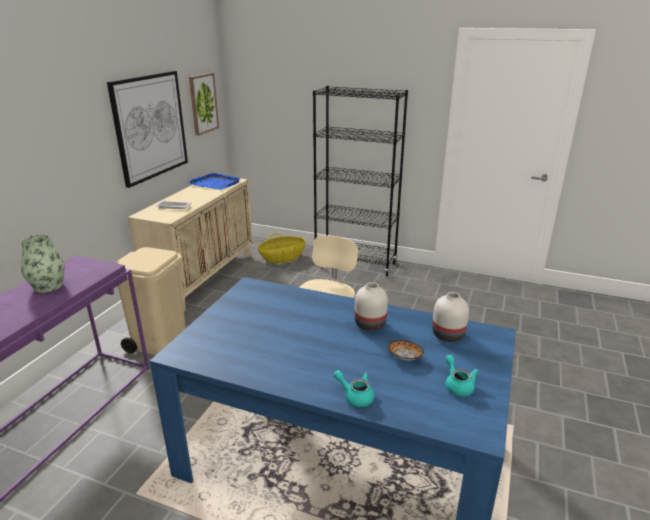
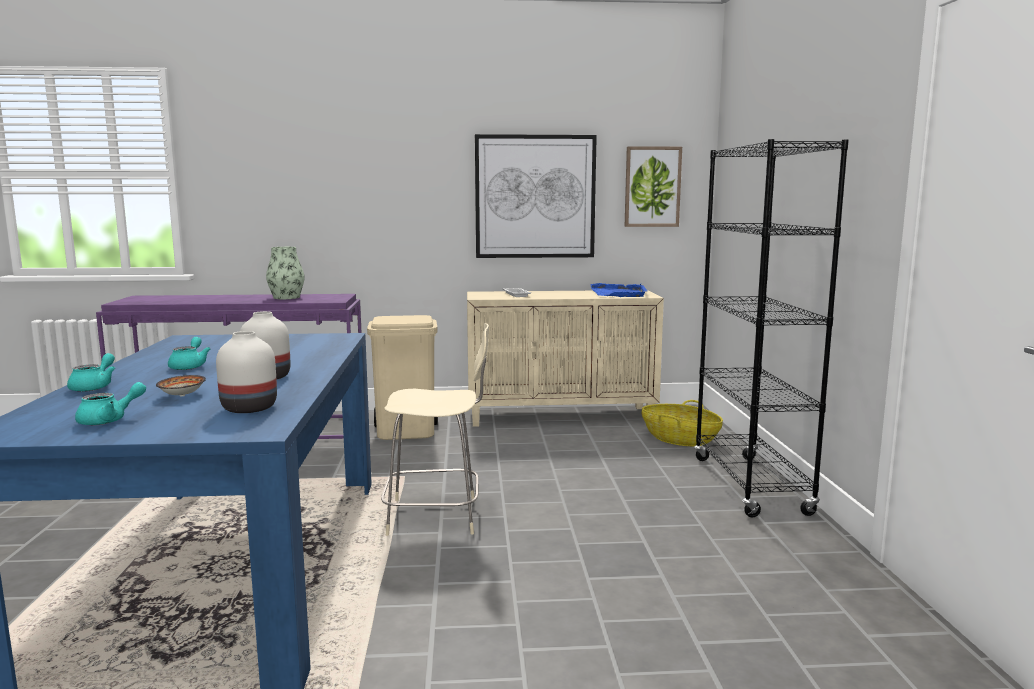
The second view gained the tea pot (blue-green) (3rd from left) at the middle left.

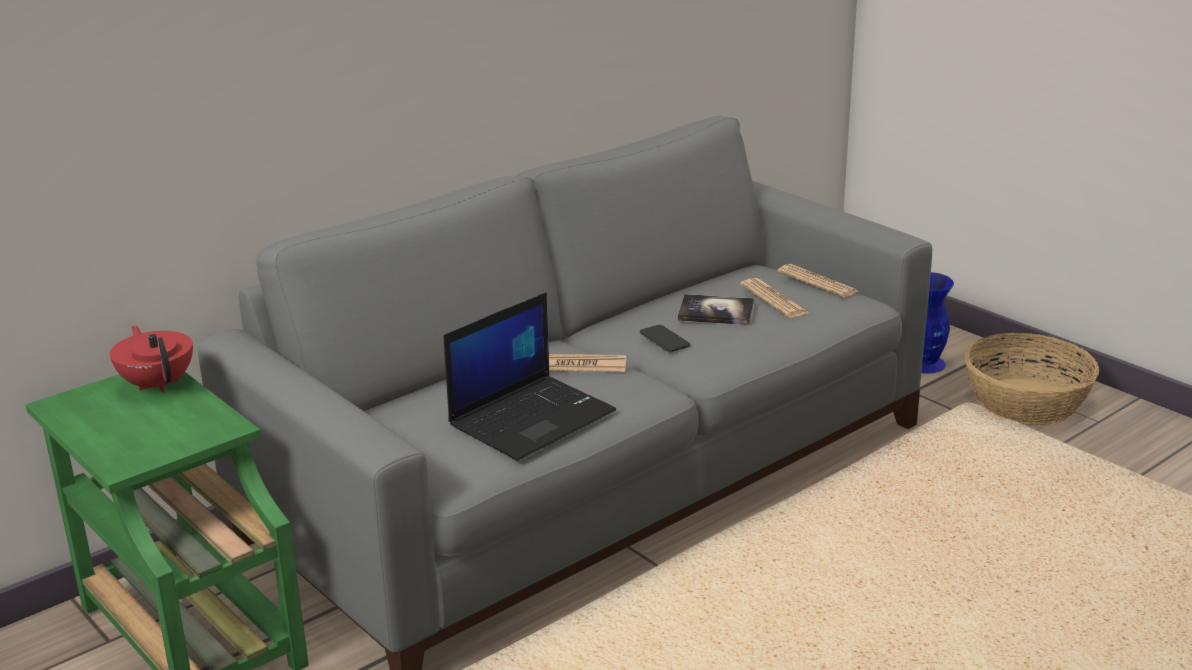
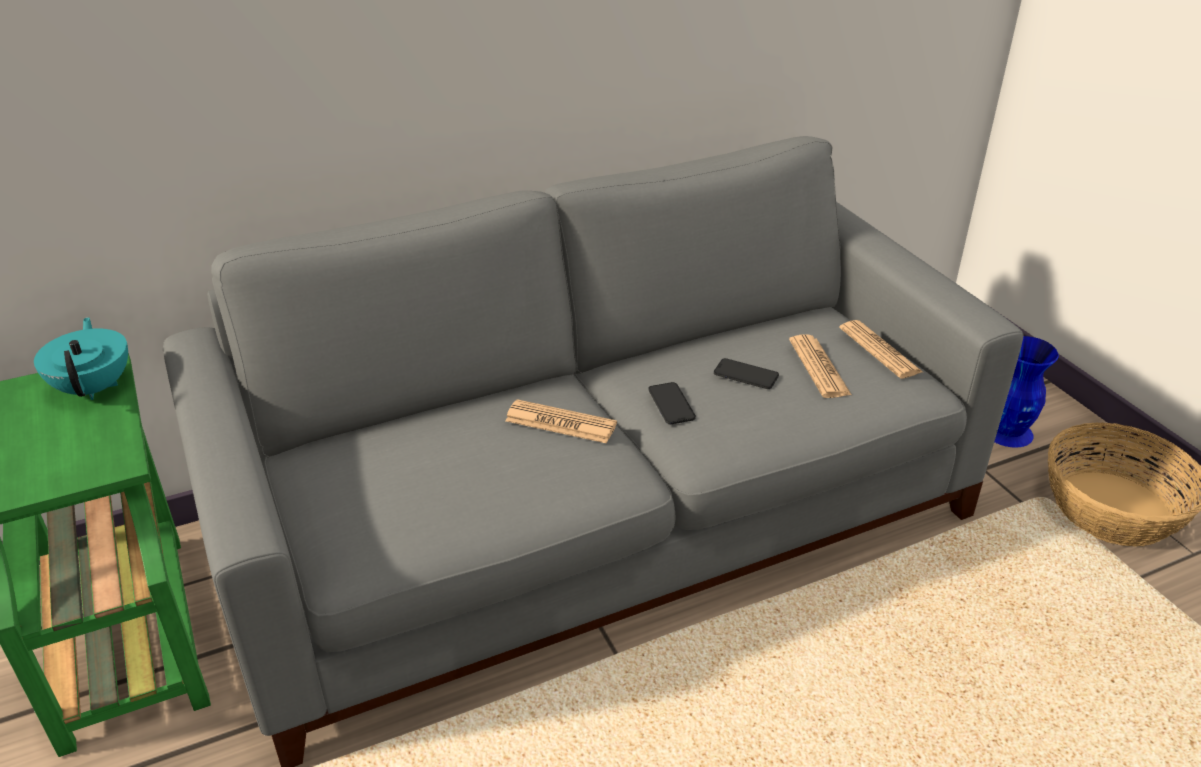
What was the tea pot (red-coloured) at the middle left turned into the tea pot (blue-green) at the middle left. Where the book stood at the centre, the phone (2nd from left) came to stand at the centre. The second view lost the laptop at the centre.

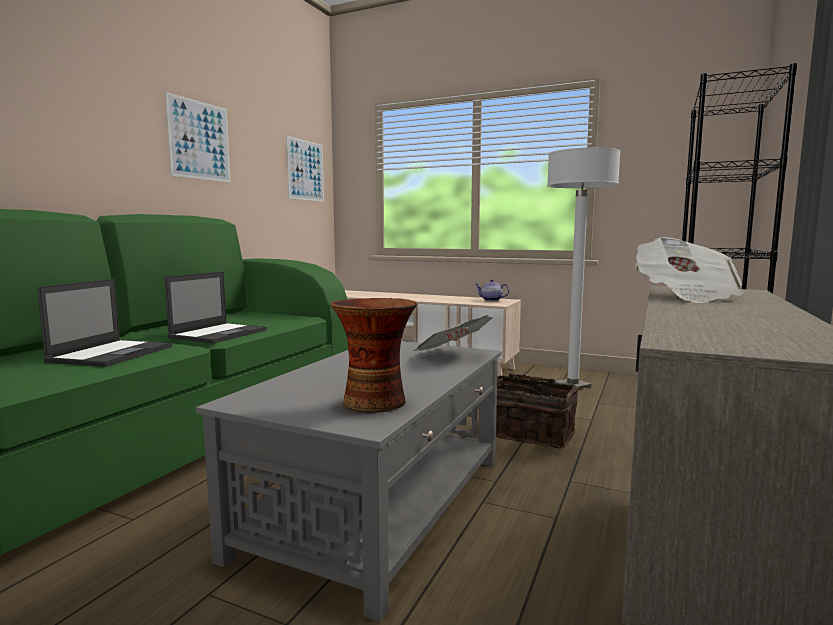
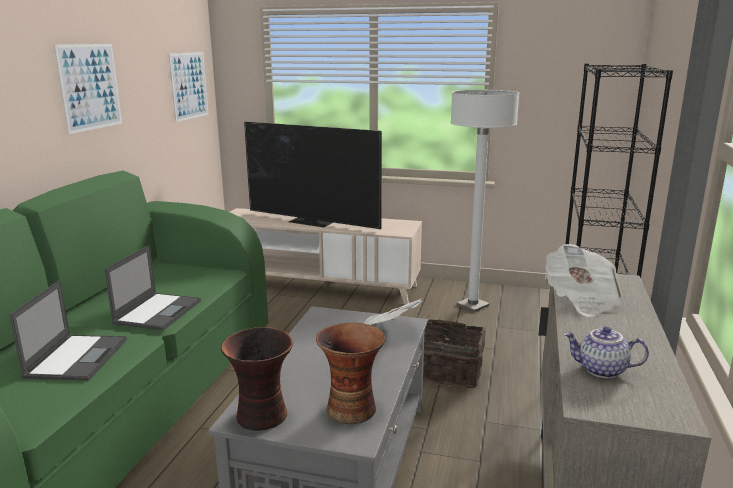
The second view gained the decorative vase (1st from left) at the bottom centre. The second view gained the TV at the centre. The tea pot ended up elsewhere, having gone from the centre to the bottom right.

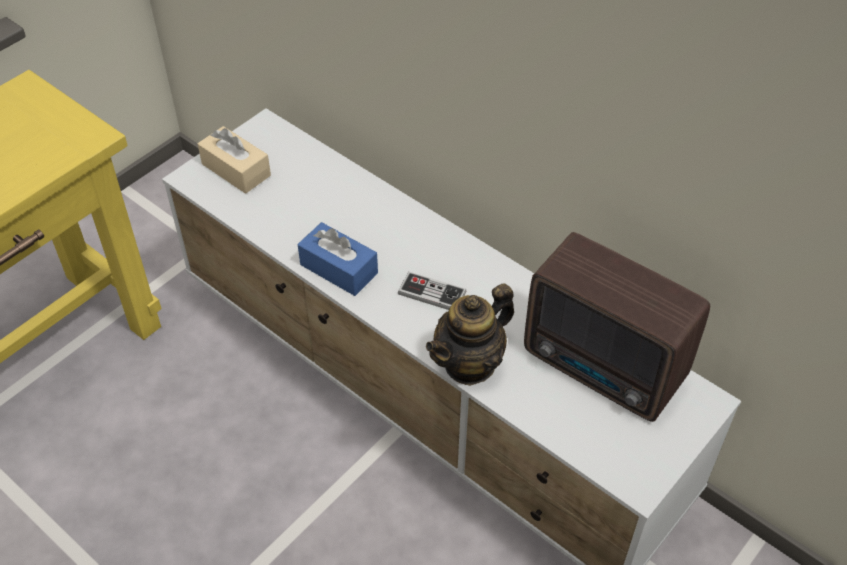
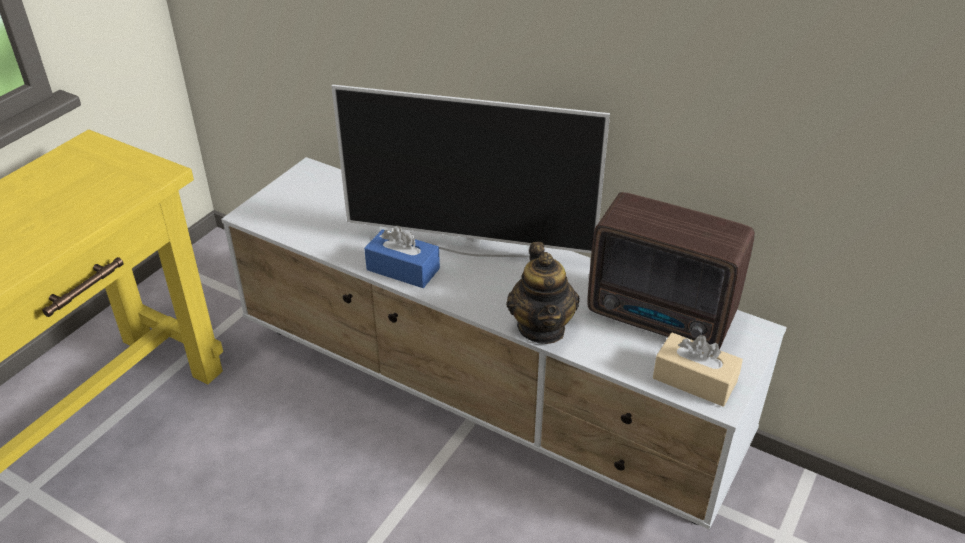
The second view gained the TV at the top centre. The tea pot at the centre ended up facing another way, 45 degrees counterclockwise from before. The box of tissues (beige-coloured) ended up elsewhere, having gone from the top left to the bottom right. The second view lost the joypad at the centre.

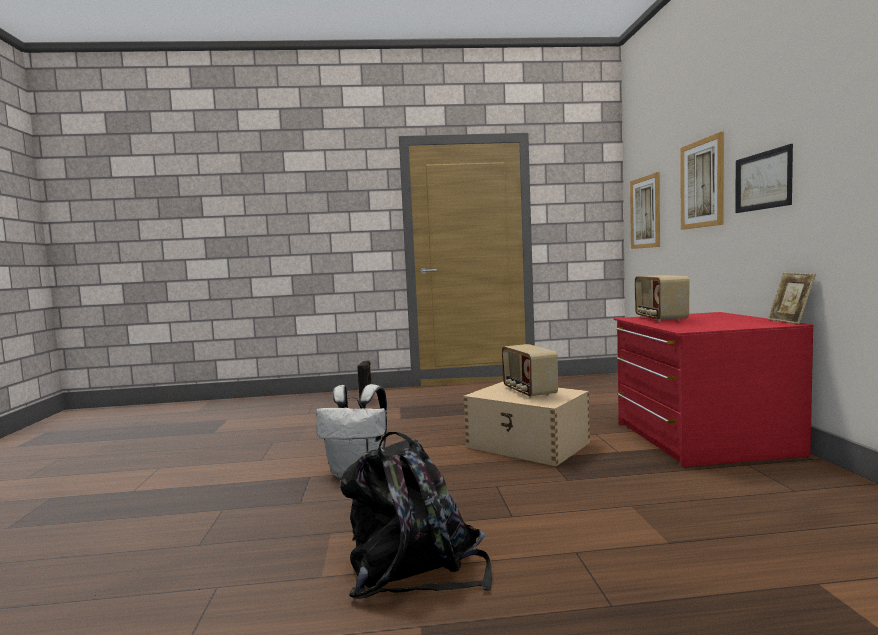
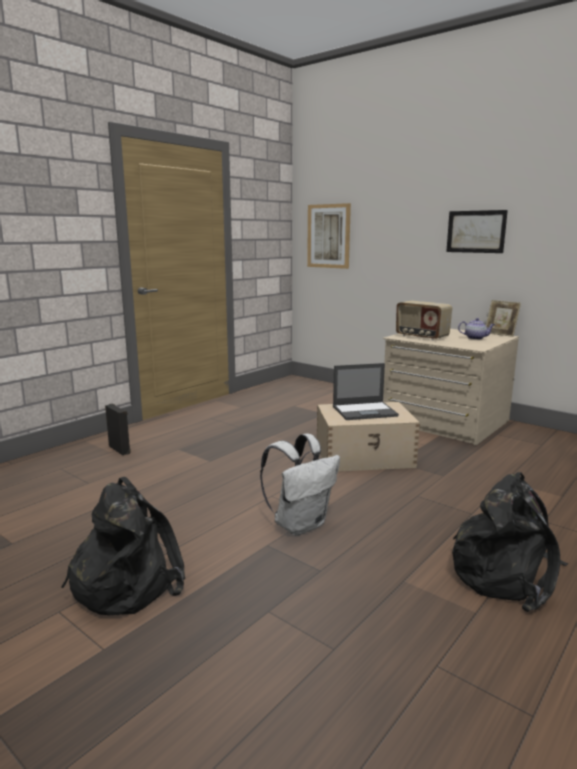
The second view gained the rucksack (black) (1st from left) at the bottom left. Where the radio receiver (1st from left) stood at the centre, the laptop came to stand at the centre. What was the drawer chest (red-coloured) at the middle right turned into the drawer chest (beige-coloured) at the middle right. The second view gained the tea pot at the middle right. The second view lost the picture (2nd from left) at the top right.

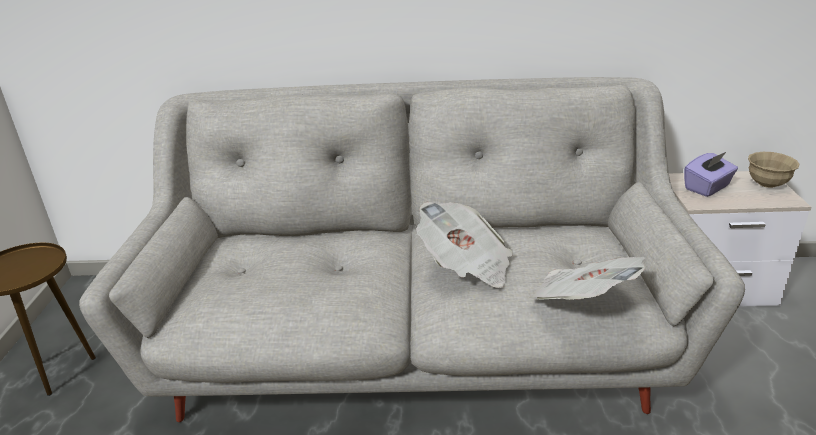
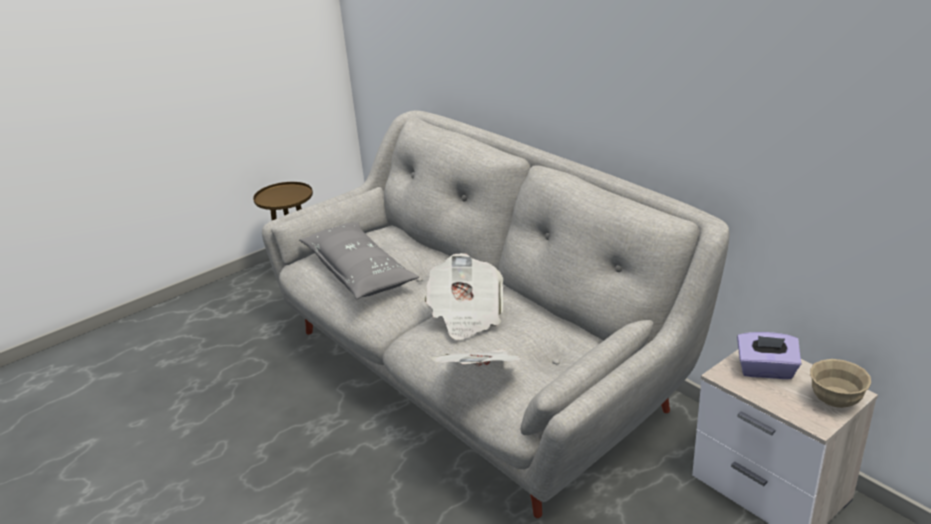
The second view gained the pillow (greyish) at the centre.

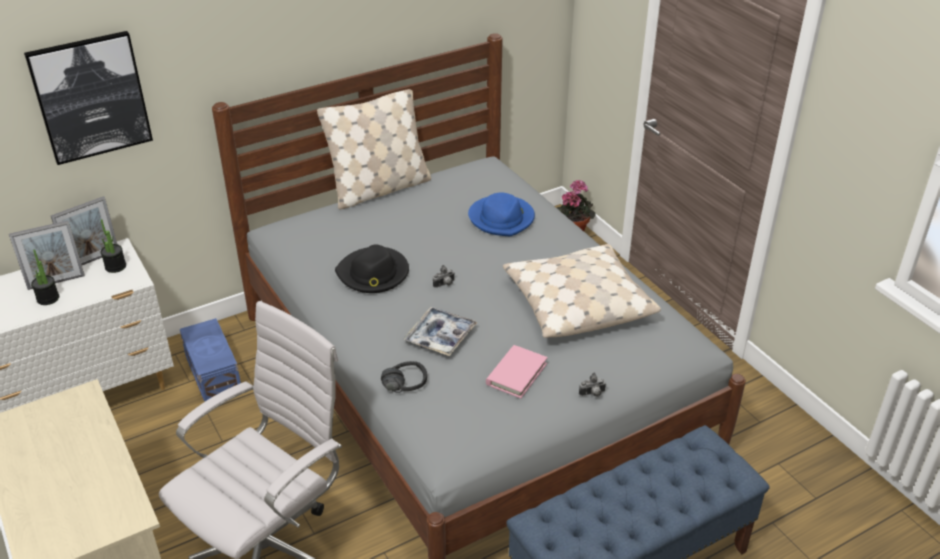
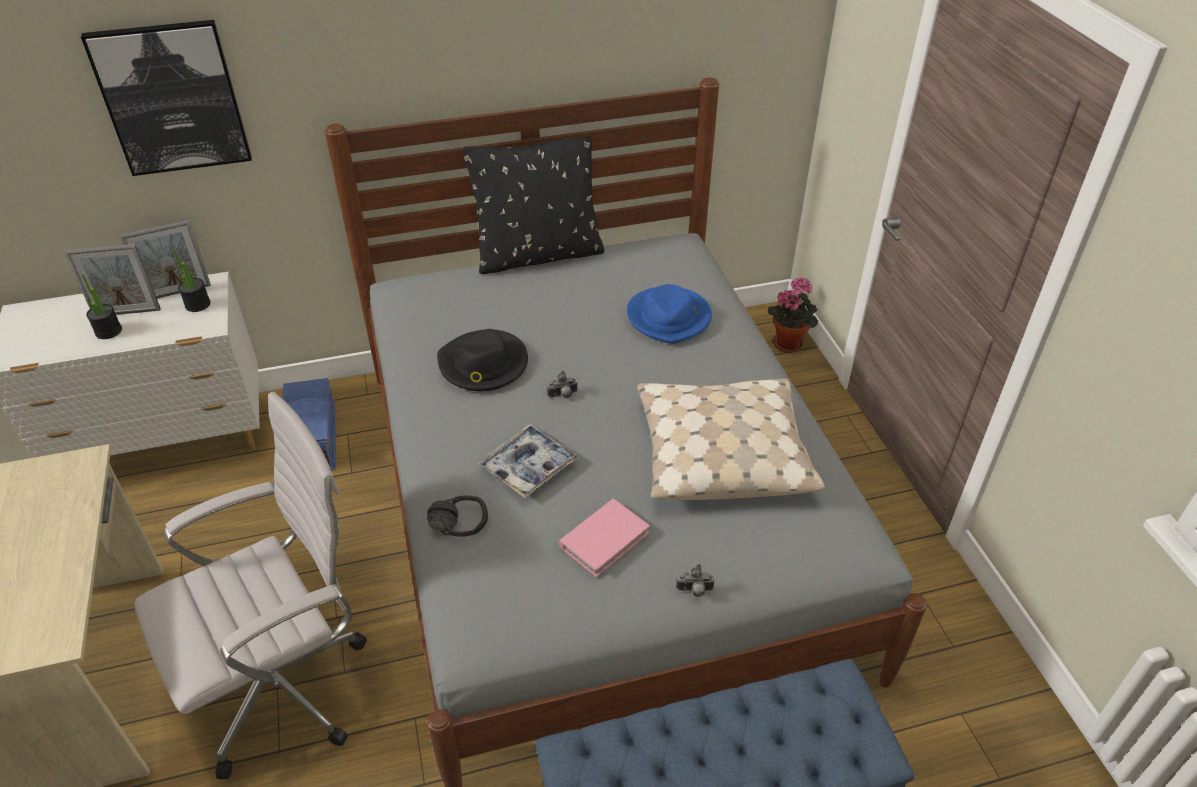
What was the pillow (beige-coloured) (1st from left) at the top centre turned into the pillow (black) at the top centre.

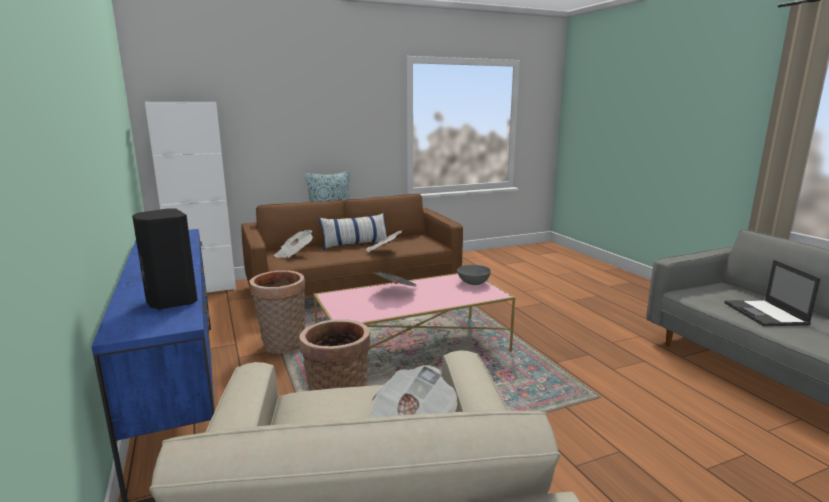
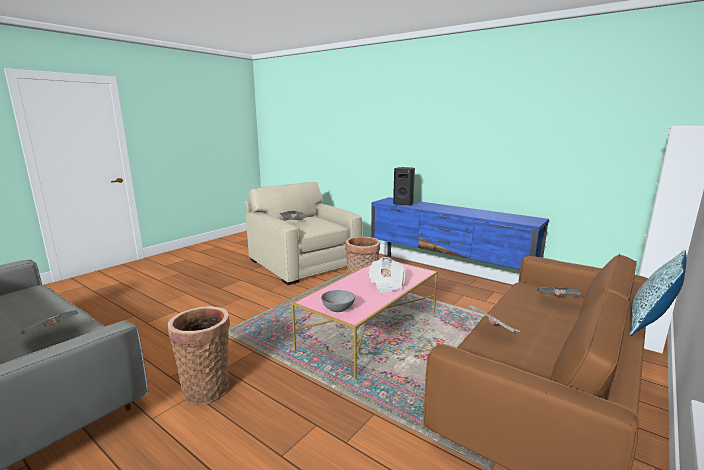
Where the laptop stood at the middle right, the daily paper (1st from left) came to stand at the bottom left. The basket (1st from left) ended up elsewhere, having gone from the centre to the bottom left. The second view lost the pillow (2nd from left) at the centre.

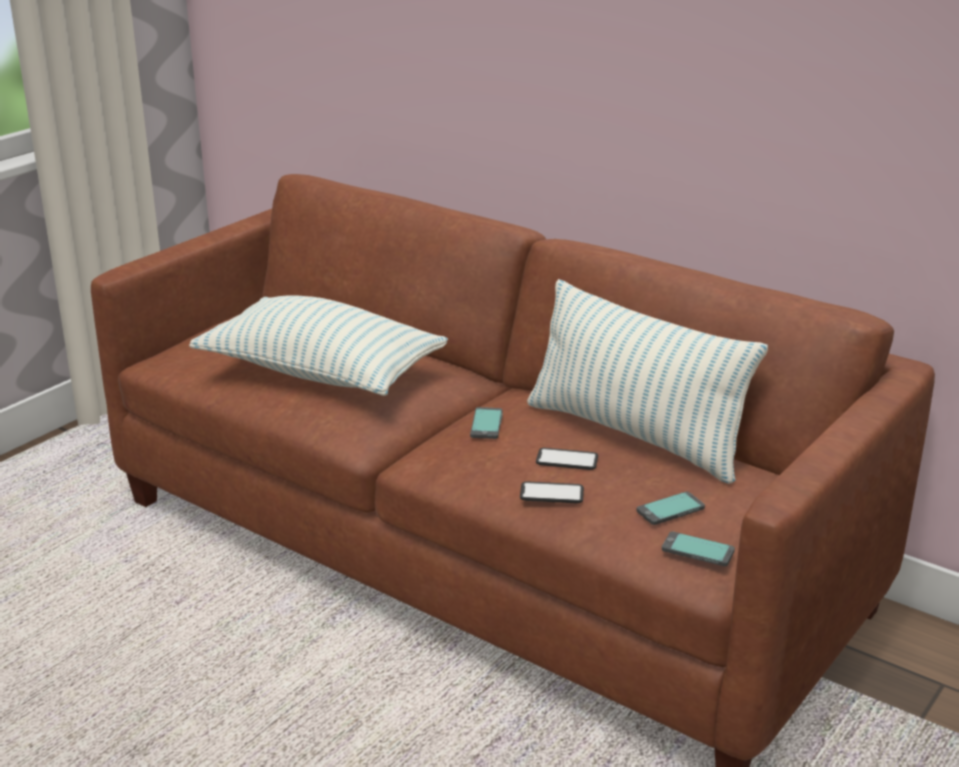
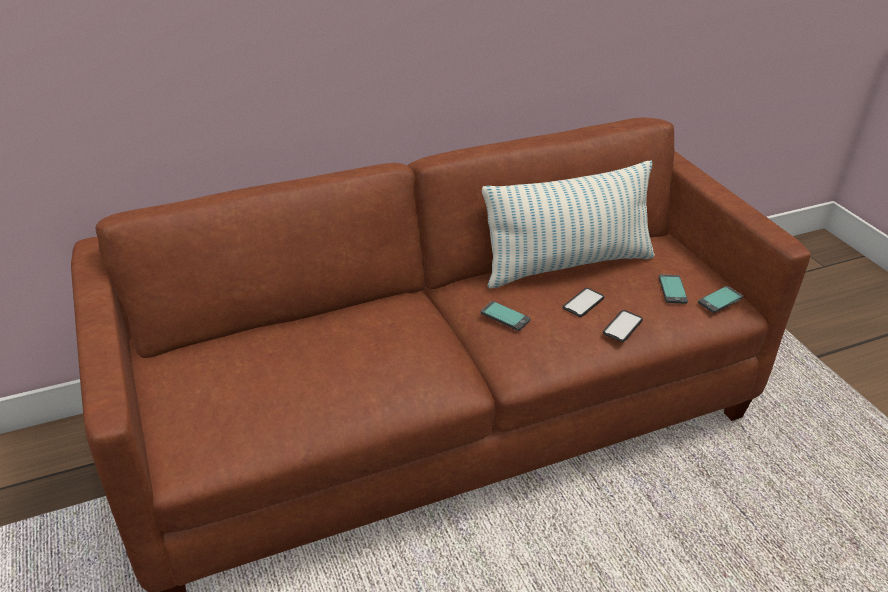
The second view lost the pillow (1st from left) at the middle left.

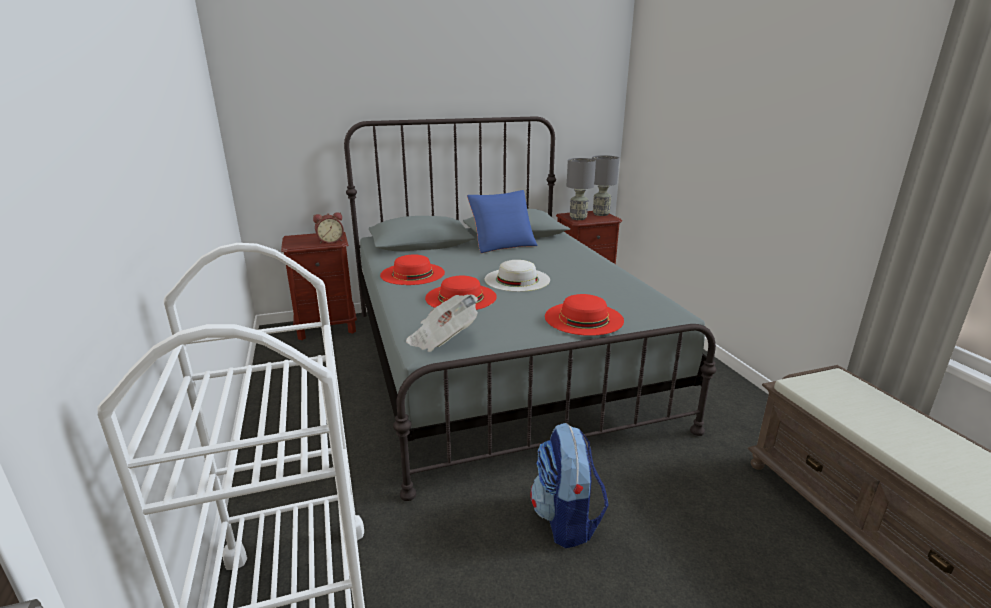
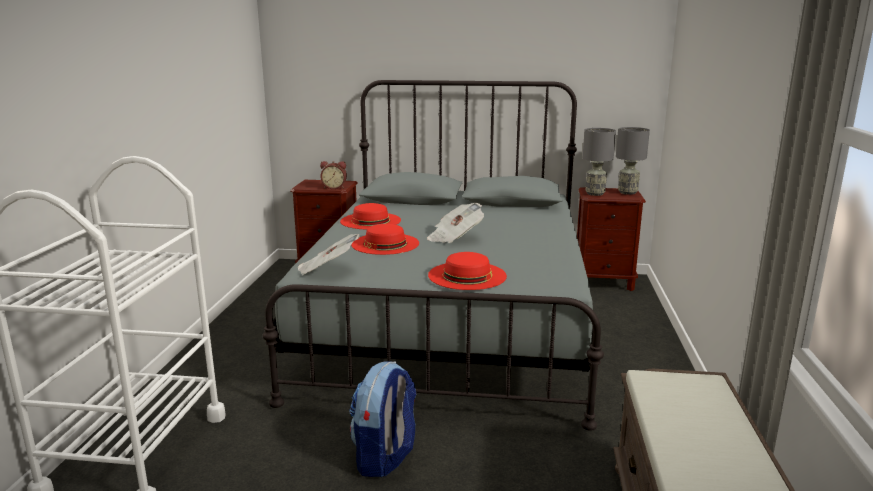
Where the clothing hat (white-coloured) stood at the centre, the daily paper (2nd from left) came to stand at the centre. The second view lost the pillow (blue-coloured) at the centre.

